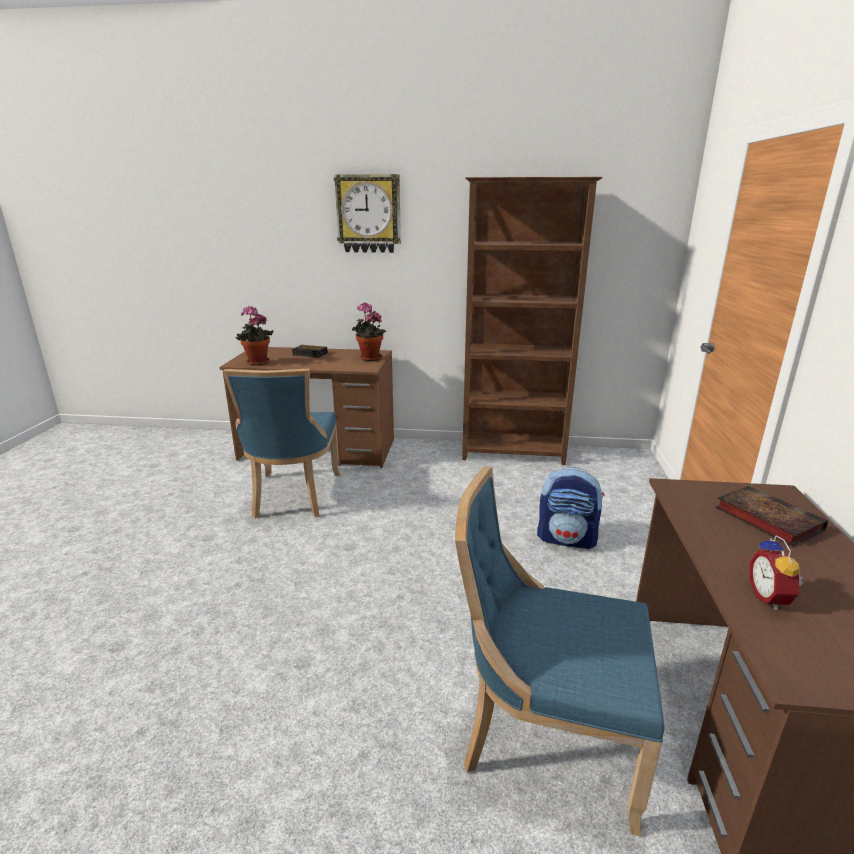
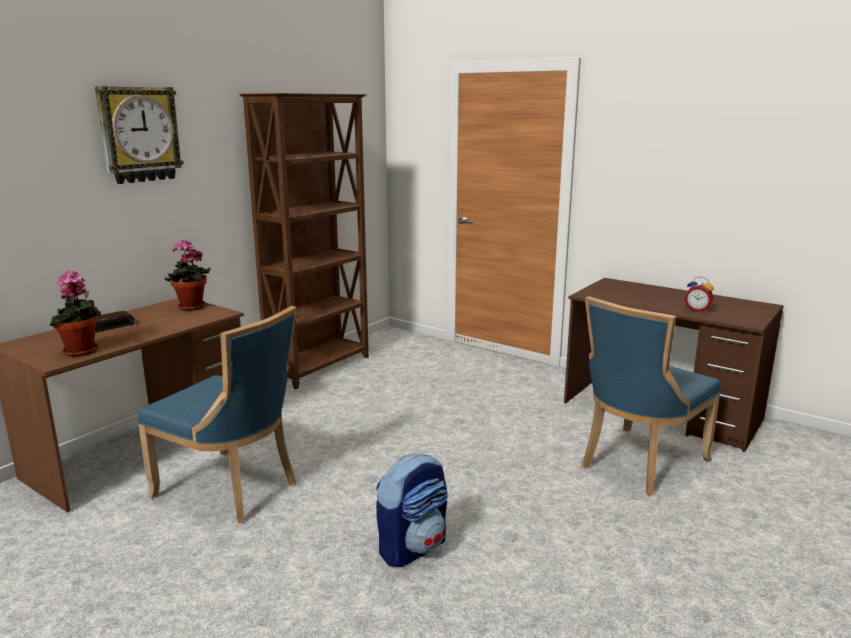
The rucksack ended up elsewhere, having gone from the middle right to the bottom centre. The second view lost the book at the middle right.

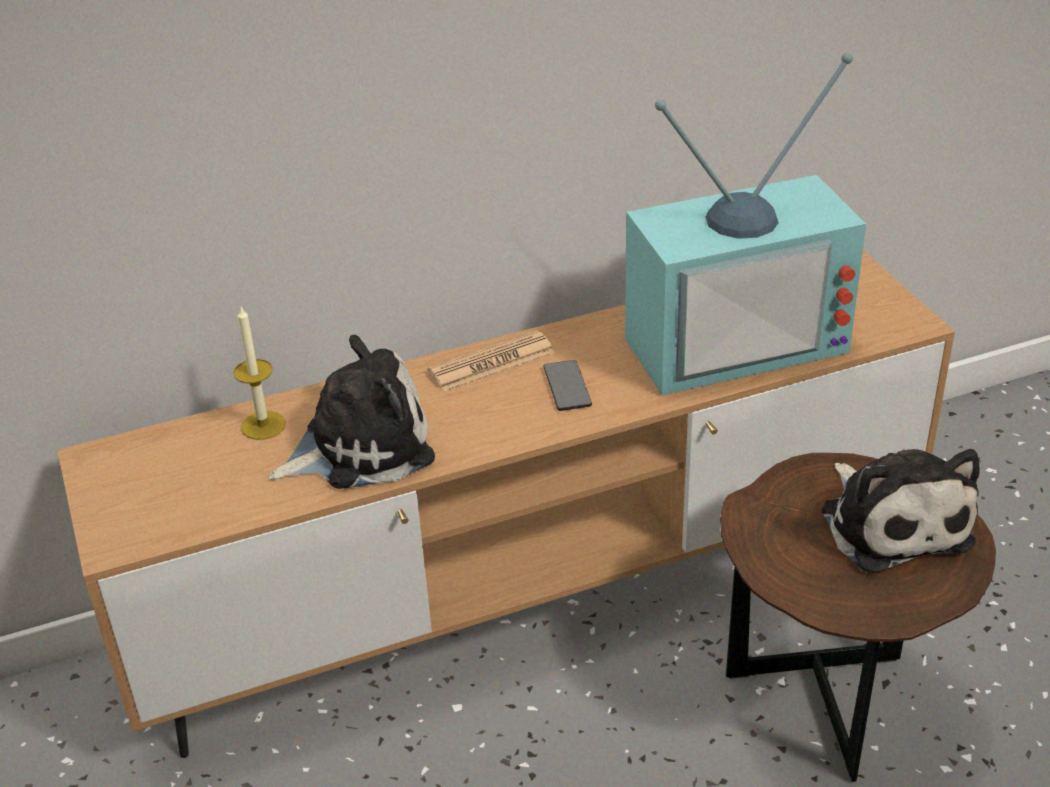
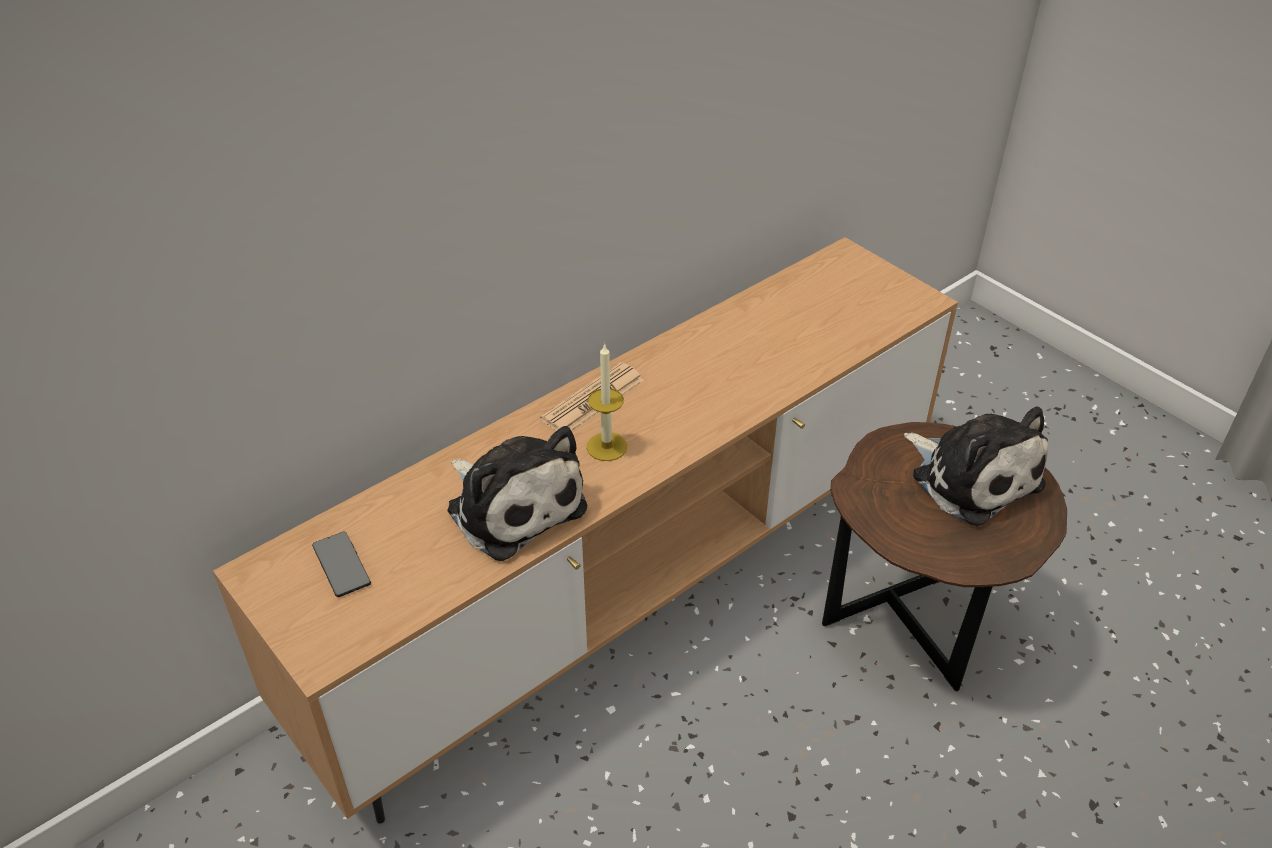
The phone ended up elsewhere, having gone from the centre to the middle left. The soft toy (1st from left) at the centre ended up facing another way, 90 degrees clockwise from before. The wax light ended up elsewhere, having gone from the middle left to the centre. The second view lost the TV at the top right.

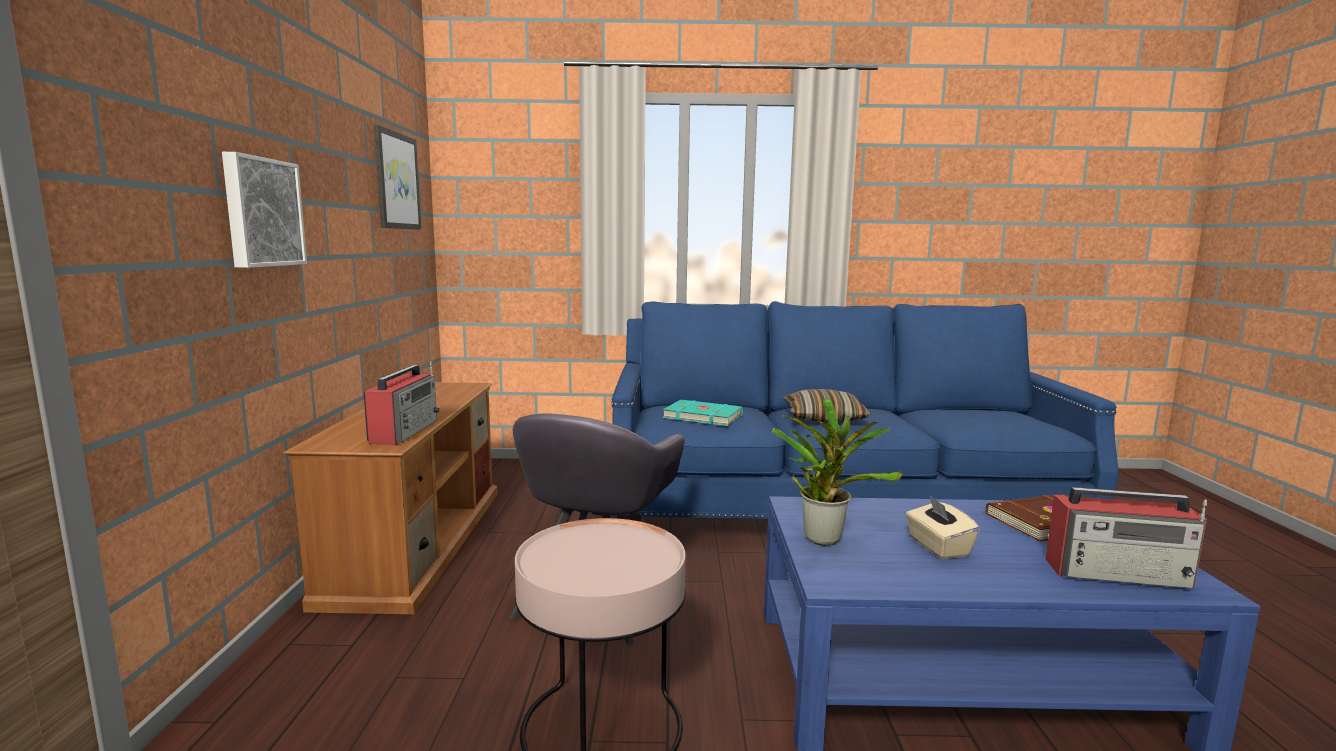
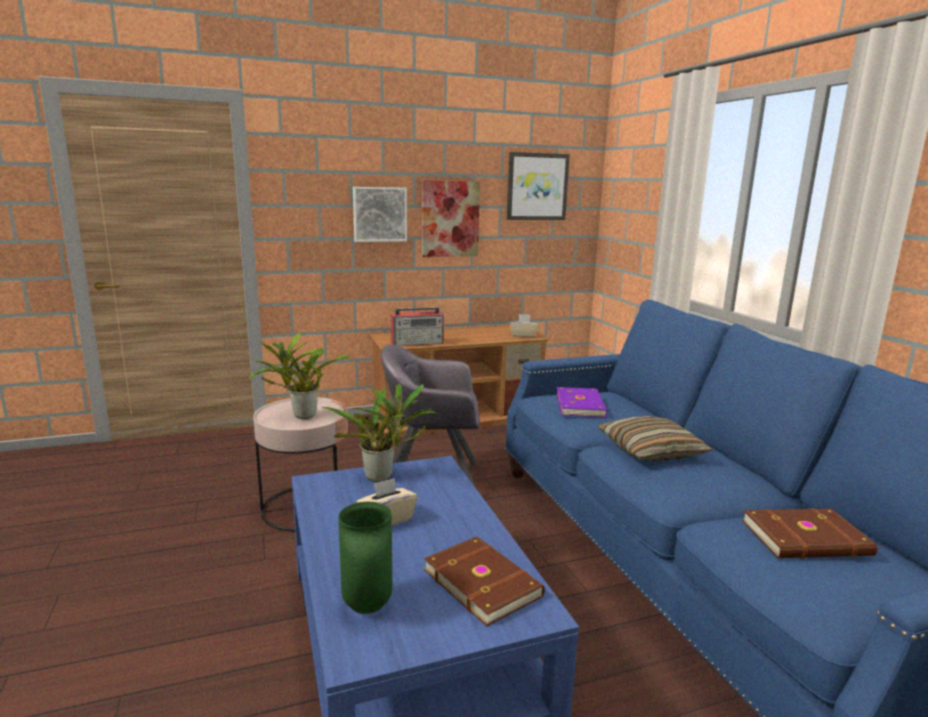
The second view gained the houseplant (1st from left) at the middle left. Where the radio receiver (2nd from left) stood at the bottom right, the decorative vase (greenish) came to stand at the bottom centre. The second view gained the picture (2nd from left) at the top centre. The second view gained the box of tissues (beige-coloured) (2nd from left) at the centre. What was the book (blue-green) at the centre turned into the book (purple-coloured) at the centre. The second view gained the book (brown-coloured) (2nd from left) at the bottom right.

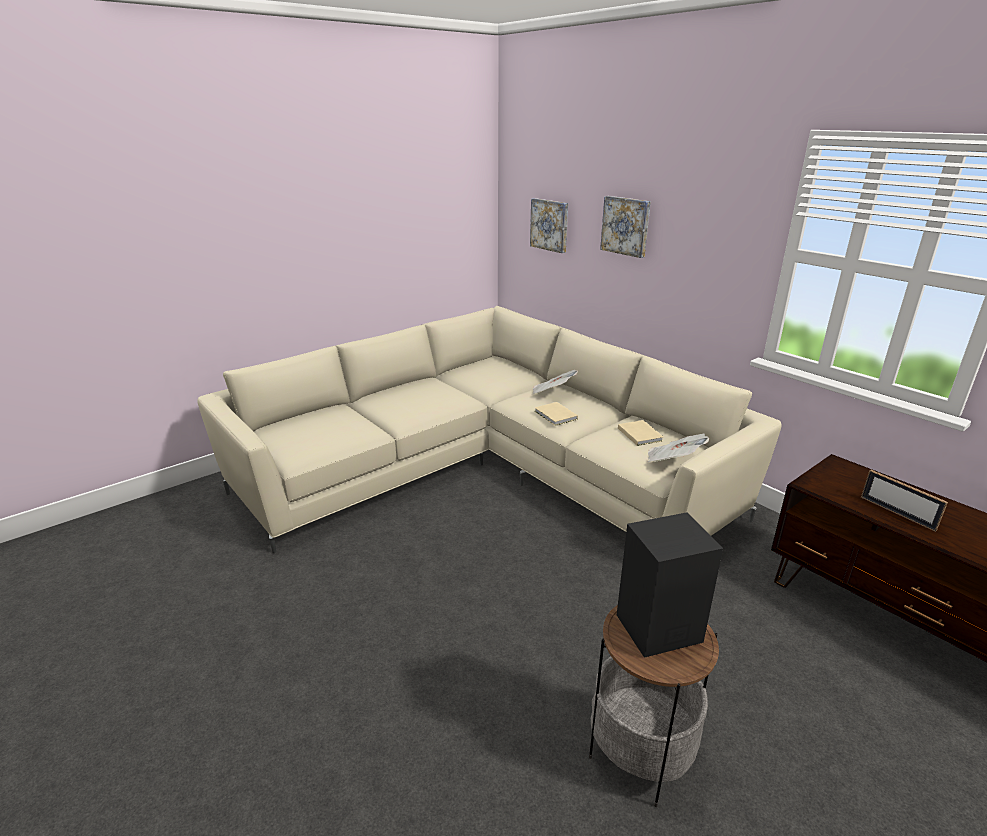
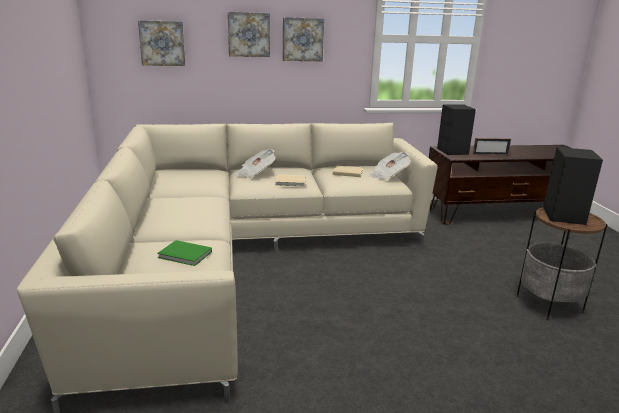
The second view gained the book (greenish) at the middle left. The second view gained the picture (3rd from left) at the top centre. The second view gained the speaker (black) (1st from left) at the top right.

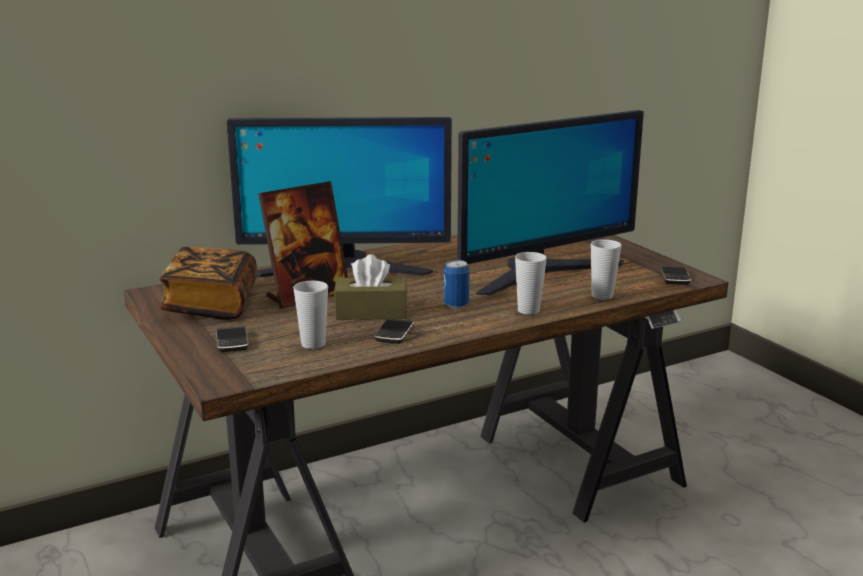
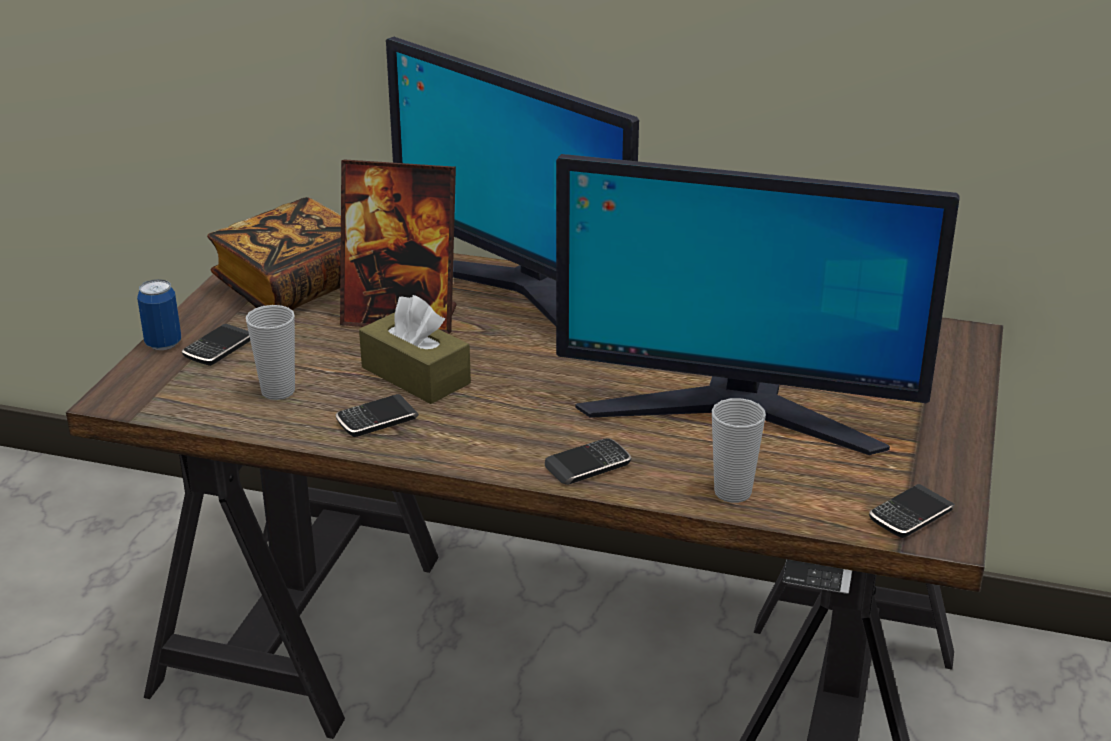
The sealed can ended up elsewhere, having gone from the centre to the middle left. Where the drinking cup (2nd from left) stood at the centre, the phone (3rd from left) came to stand at the centre.

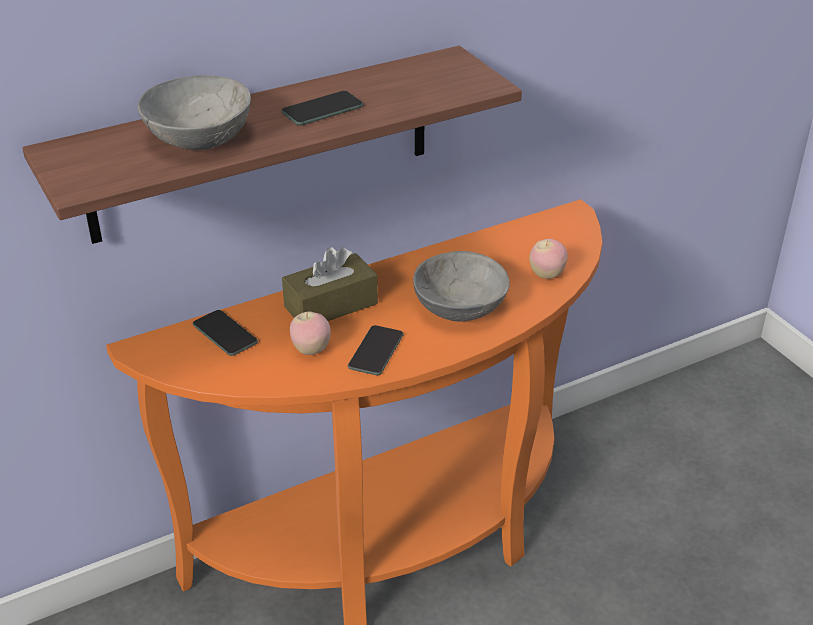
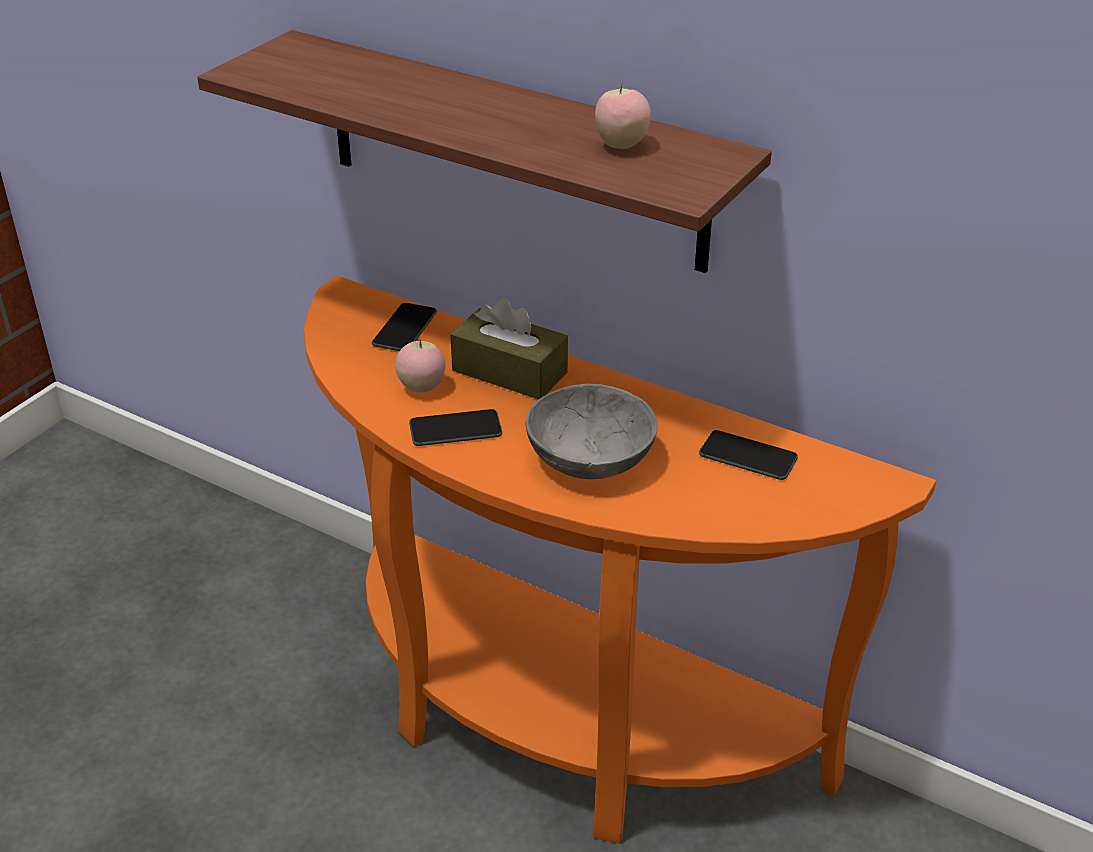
The apple fruit (2nd from left) ended up elsewhere, having gone from the middle right to the top centre. The phone (2nd from left in the first image) ended up elsewhere, having gone from the top centre to the middle right. The second view lost the serving bowl (greyish) (1st from left) at the top left.

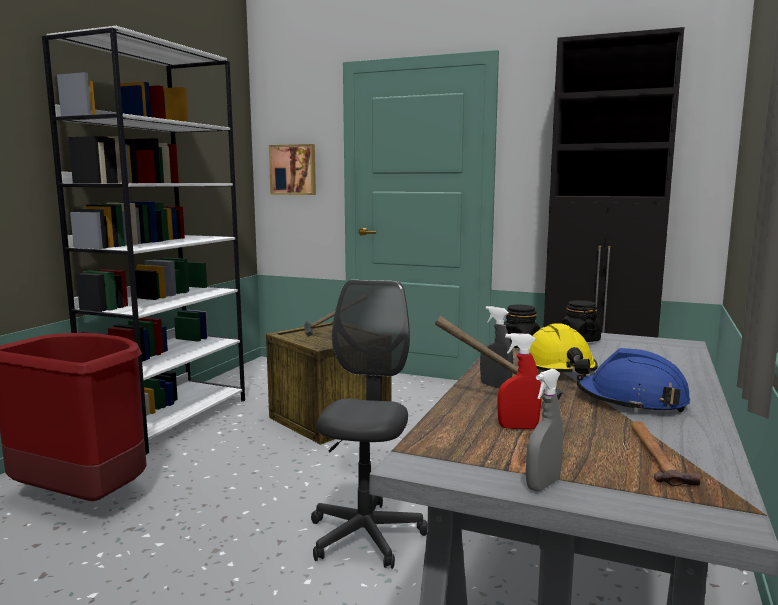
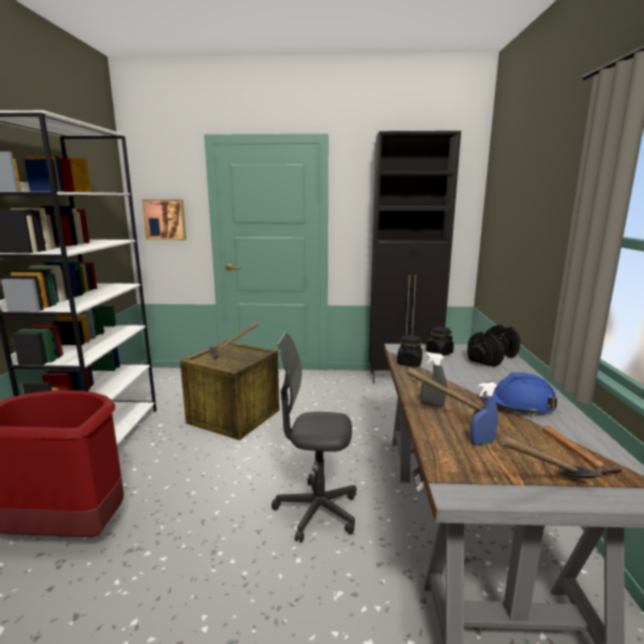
The computer chair (greyish) at the bottom centre ended up facing another way, 75 degrees counterclockwise from before. The second view gained the free weight (black) at the middle right. What was the sprayer (red-coloured) at the middle right turned into the sprayer (blue-coloured) at the middle right. Where the sprayer (greyish) (2nd from left) stood at the bottom right, the tool hammer (3rd from left) came to stand at the bottom right. The second view lost the hard hat (yellow-coloured) at the middle right.

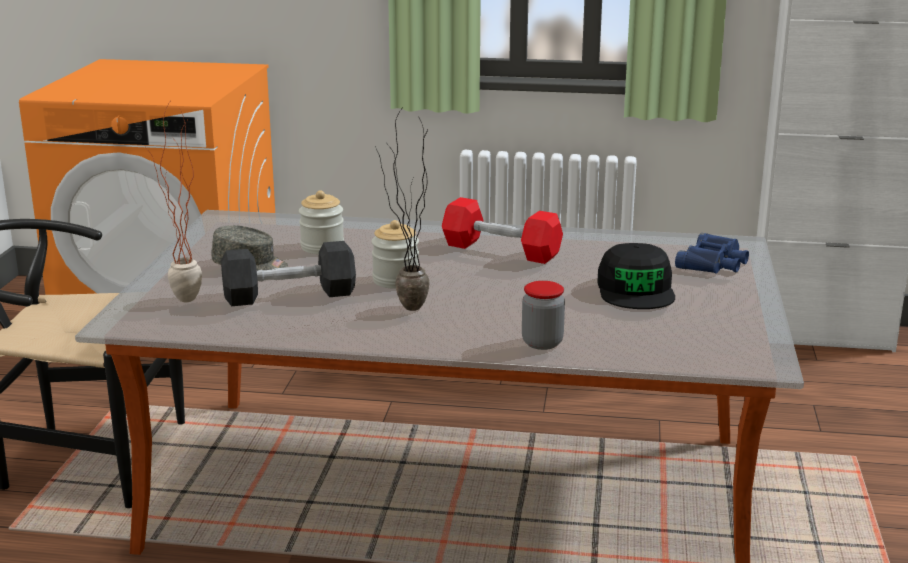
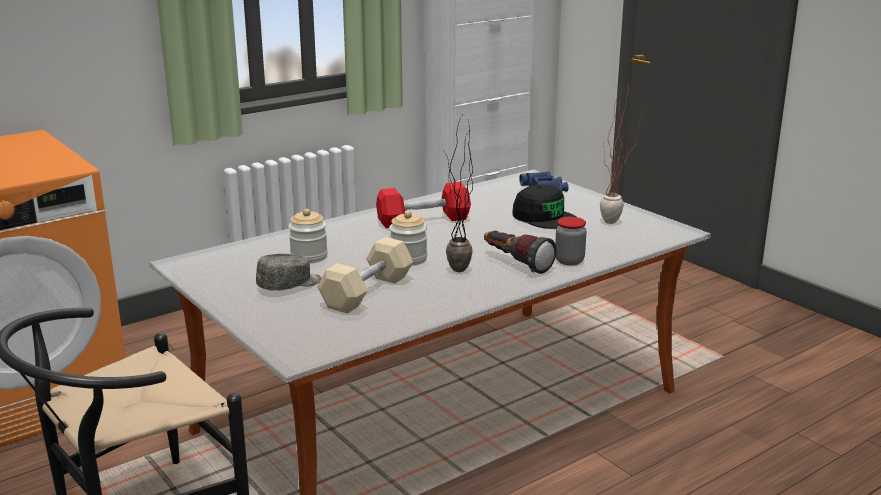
What was the free weight (black) at the middle left turned into the free weight (beige-coloured) at the centre. The second view gained the flashlight at the centre. The houseplant (1st from left in the first image) ended up elsewhere, having gone from the middle left to the top right.

